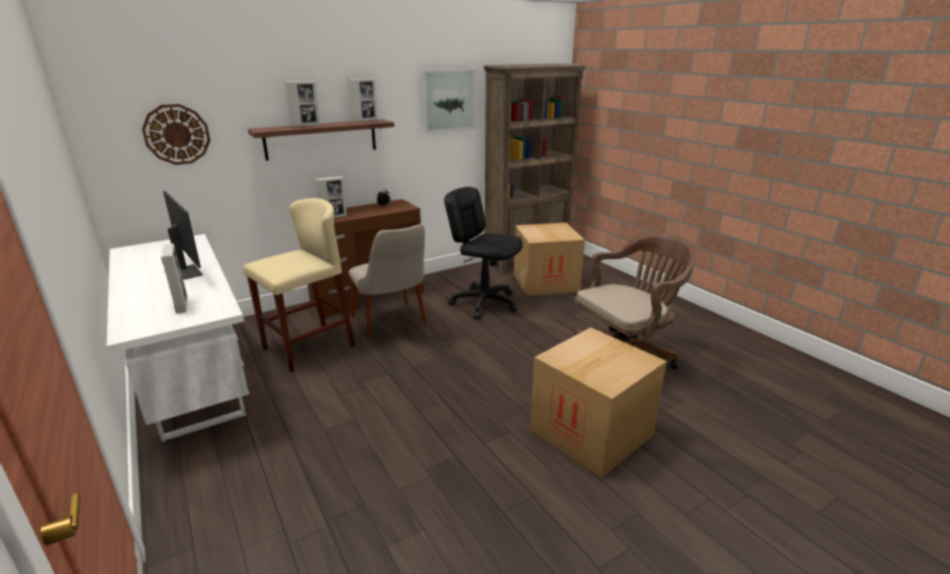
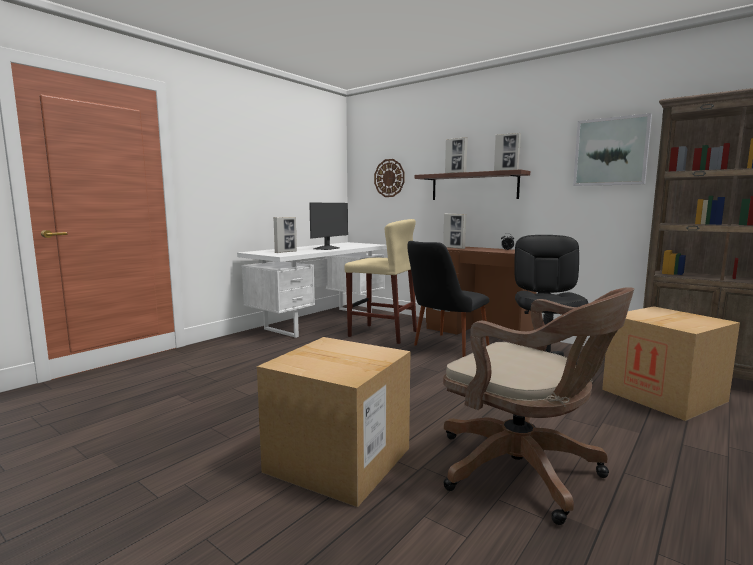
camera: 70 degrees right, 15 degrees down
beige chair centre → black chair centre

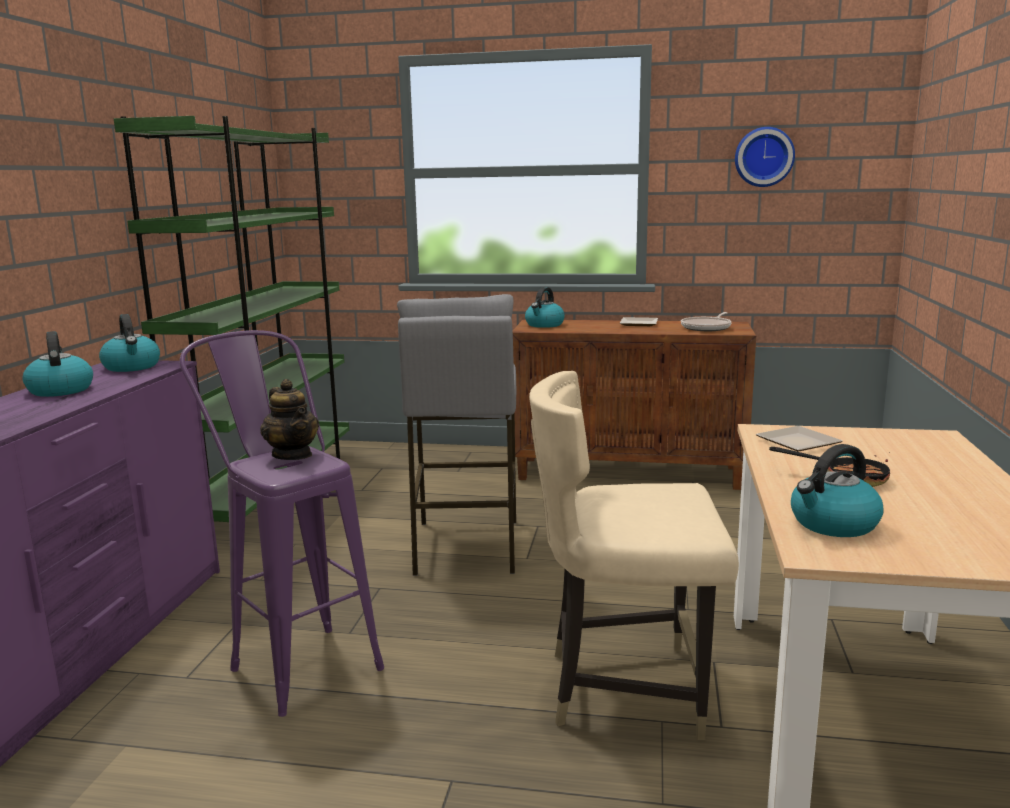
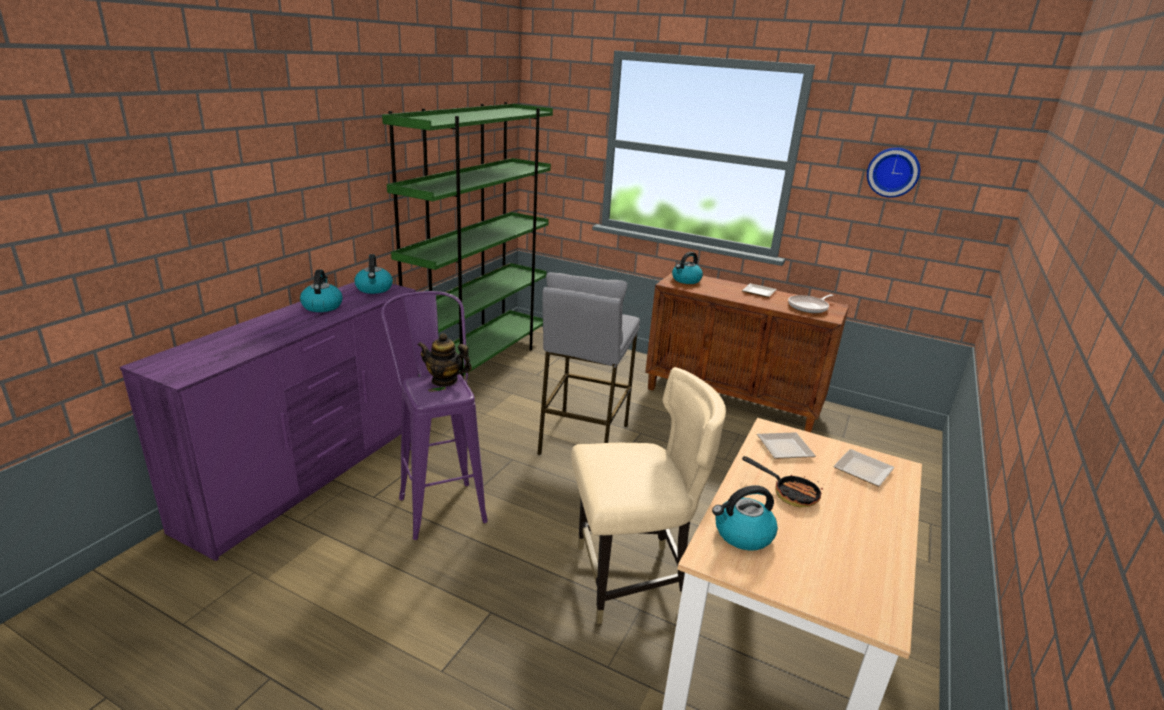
camera: 15 degrees right, 10 degrees up
teapot middle left → teapot centre, 120 degrees clockwise
beige chair bottom centre, 150 degrees clockwise
- → plate (no. 3 from left) middle right

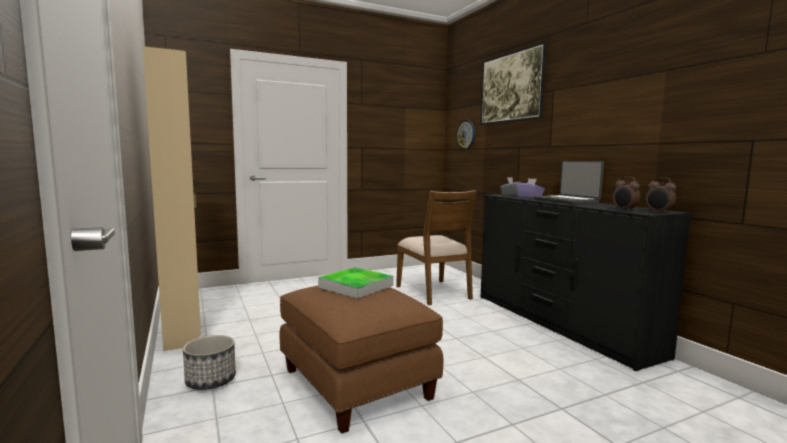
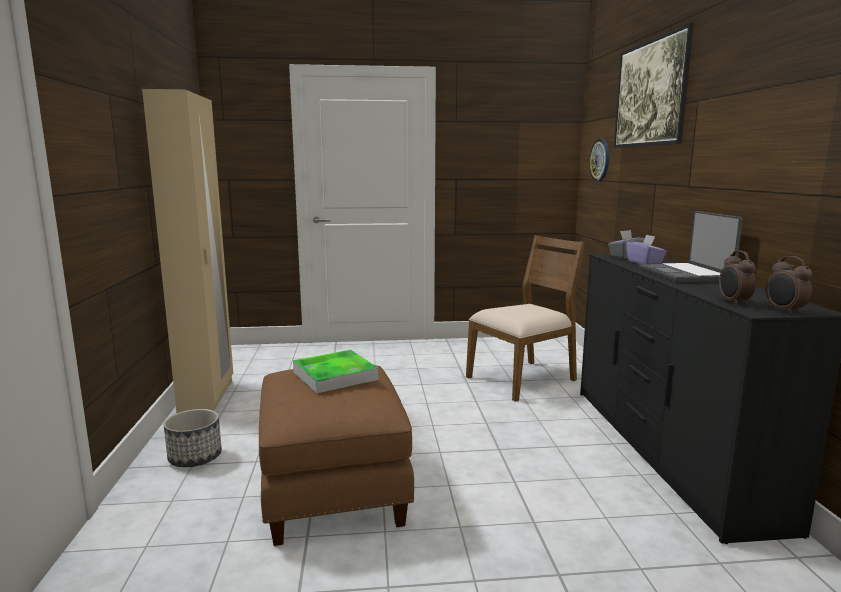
camera: 20 degrees right, 5 degrees up
brown chair centre, 120 degrees counterclockwise

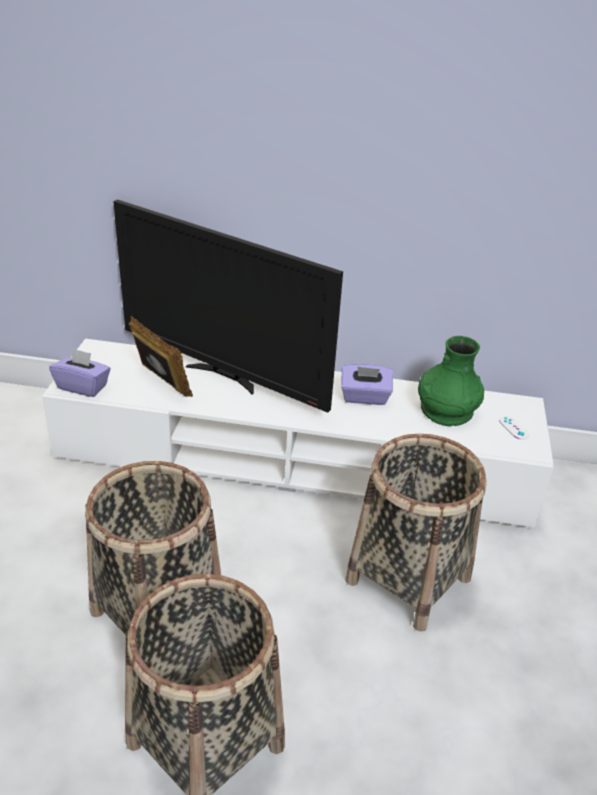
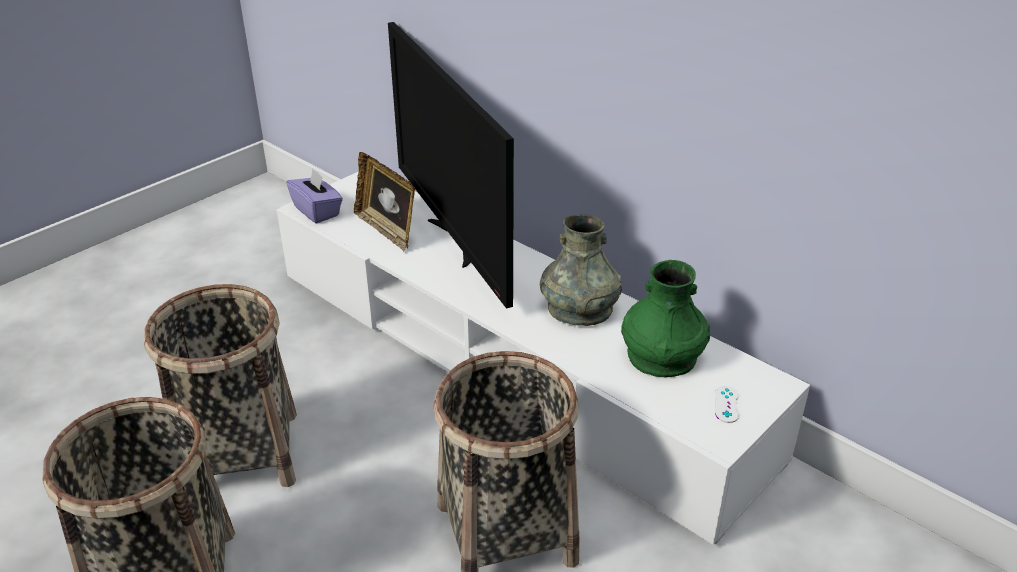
camera: 35 degrees right, 0 degrees up
picture frame middle left → picture frame centre, 150 degrees clockwise
purple tissue box (no. 2 from left) centre → grey vase centre

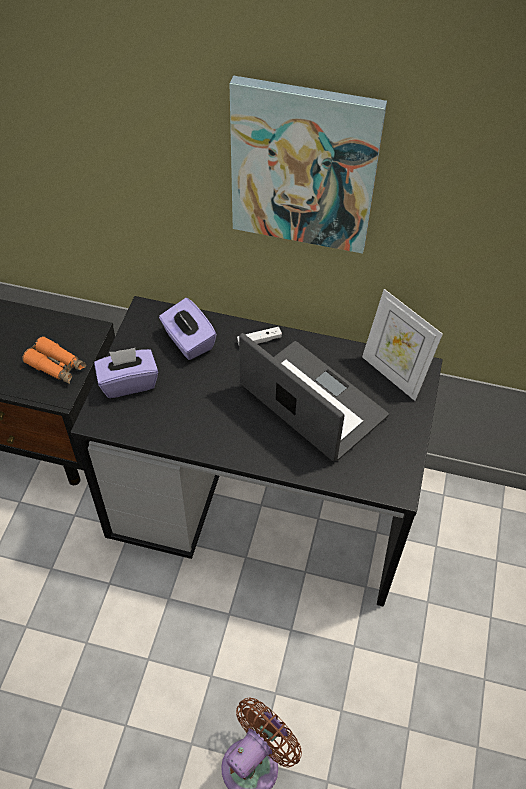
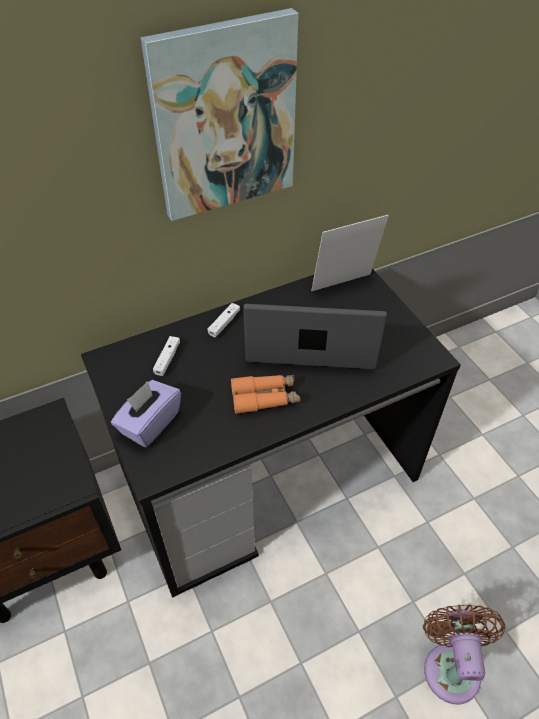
camera: 40 degrees left, 5 degrees down
orange binoculars middle left → orange binoculars centre, relocated
purple tissue box (no. 2 from left) centre → white game controller (no. 1 from left) middle left
picture frame middle right → picture frame centre, 150 degrees clockwise

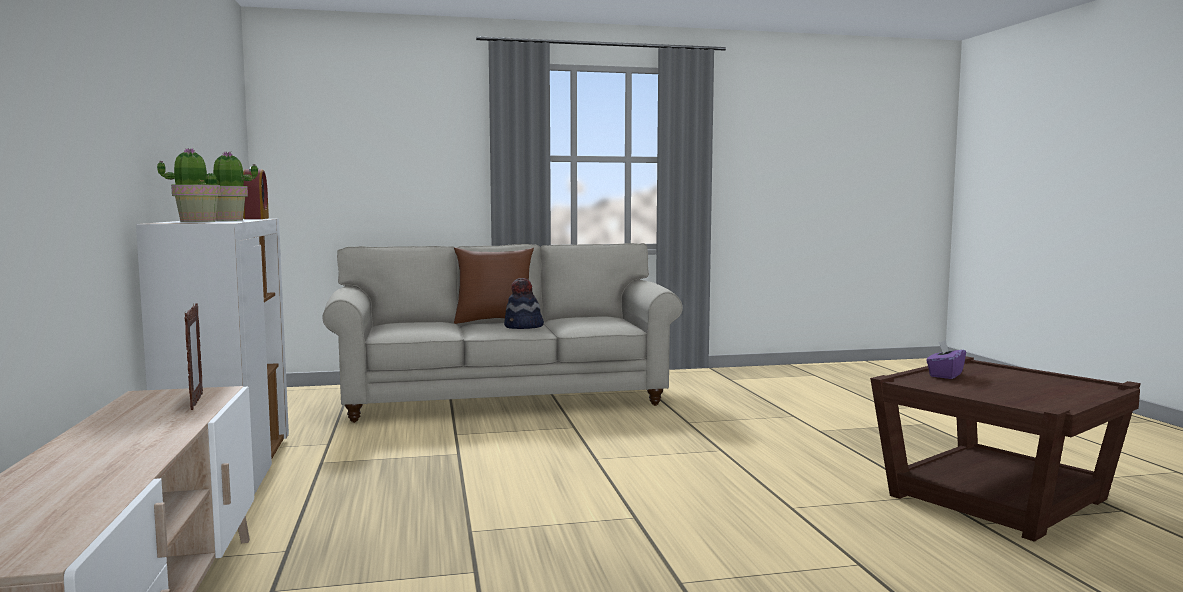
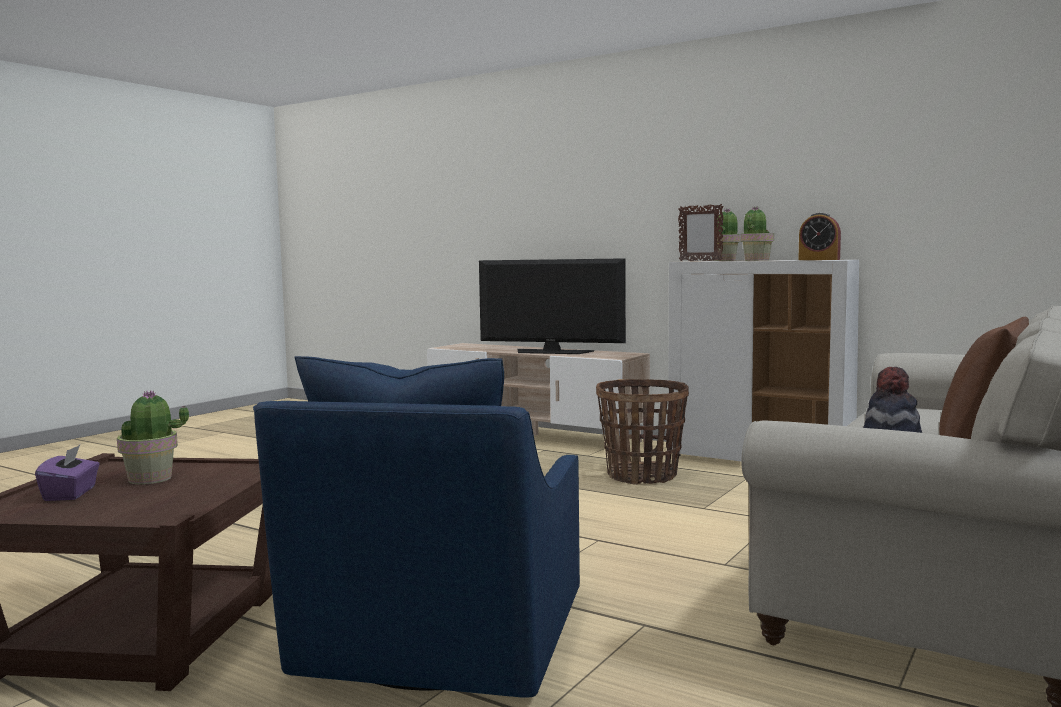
camera: 135 degrees right, 0 degrees up
picture frame middle left → picture frame top centre, relocated
purple tissue box middle right → purple tissue box bottom left, relocated
- → potted plant (no. 1 from left) middle left
- → blue armchair bottom centre
- → television centre
- → basket centre

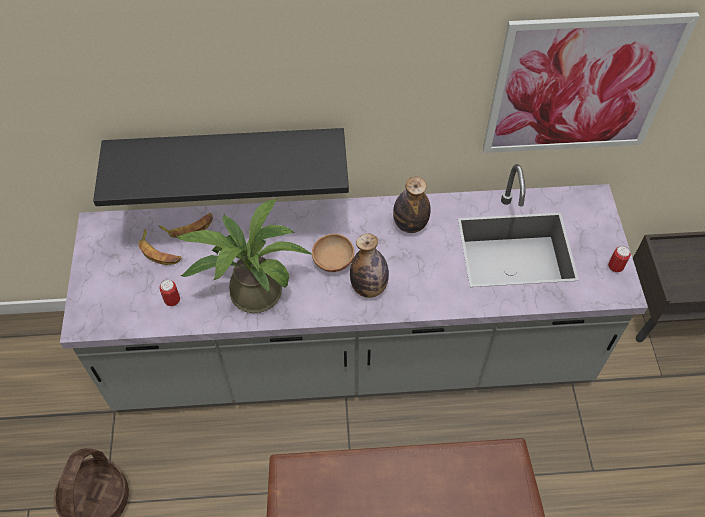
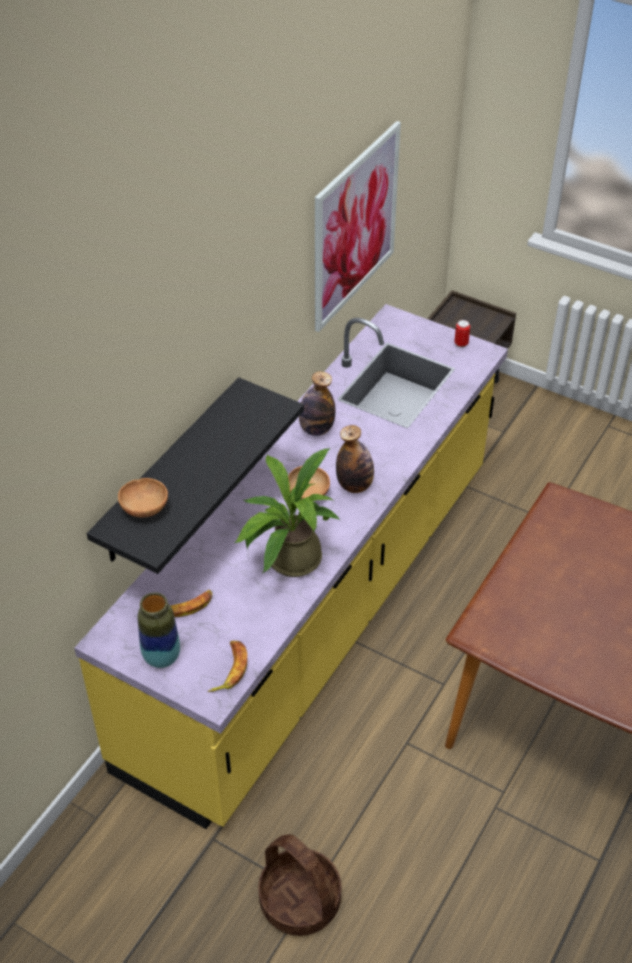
camera: 55 degrees left, 10 degrees down
grey counter centre → yellow counter centre
banana (no. 2 from left) middle left → banana (no. 2 from left) bottom centre, relocated
can (no. 1 from left) middle left → -
- → brown bowl (no. 1 from left) middle left
- → vase middle left

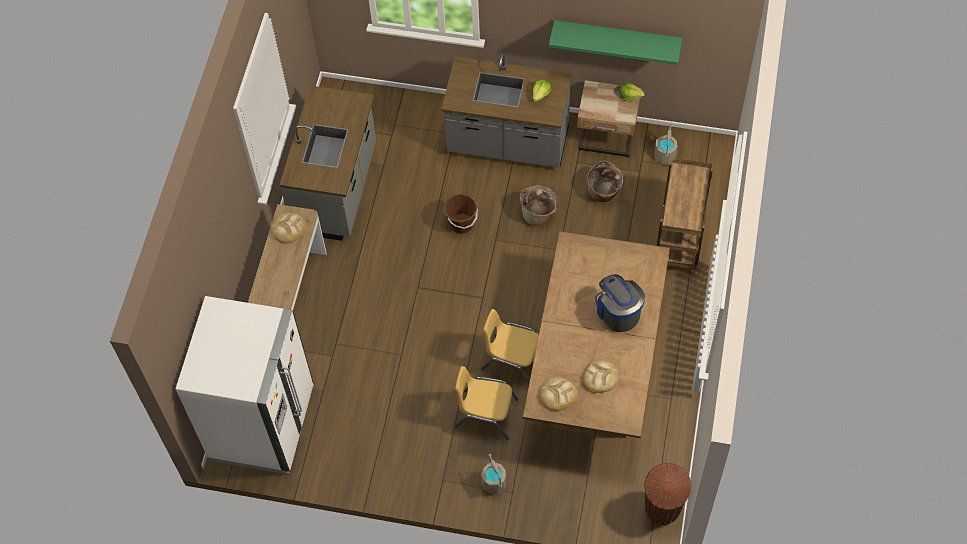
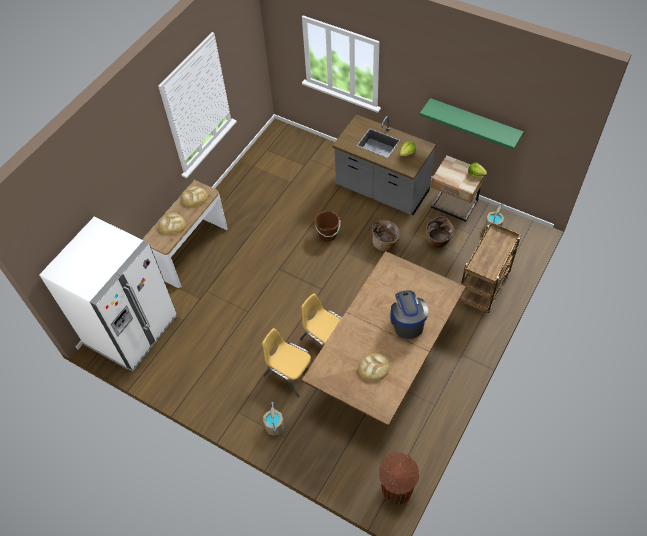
camera: 20 degrees right, 5 degrees down
grey counter (no. 1 from left) top centre → -
bread (no. 2 from left in the first image) bottom centre → bread (no. 1 from left) middle left, relocated

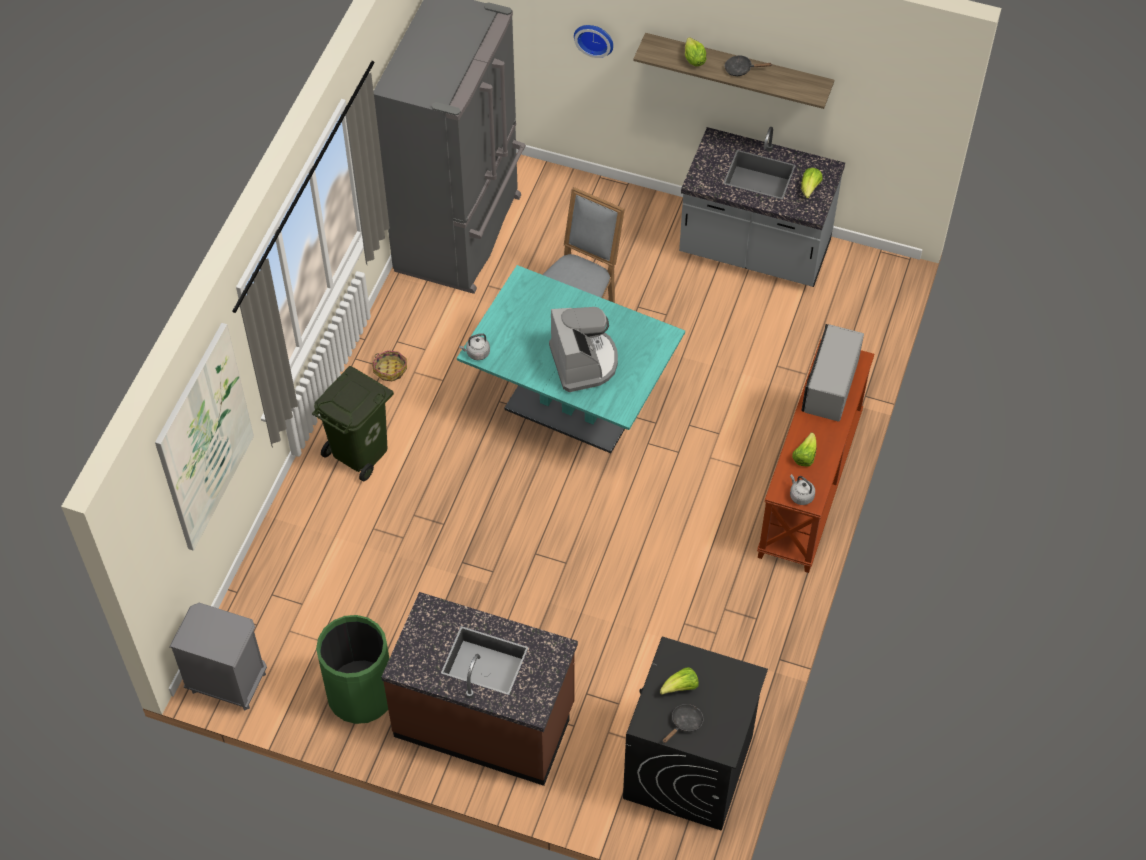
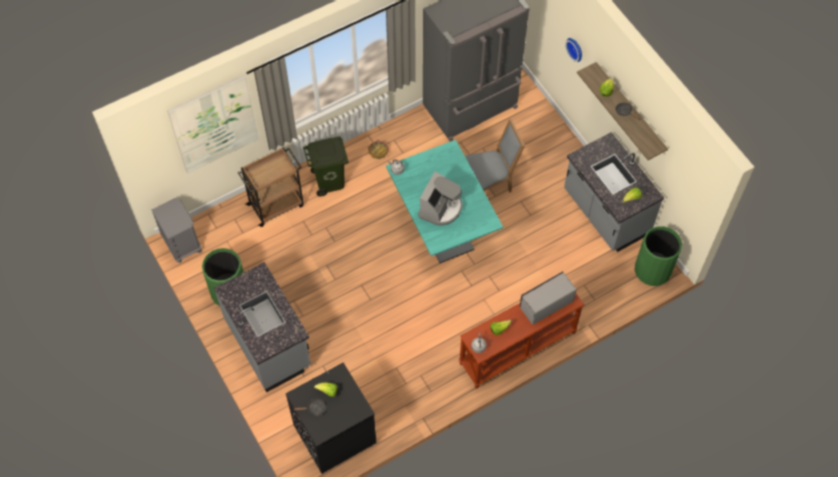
camera: 40 degrees right, 5 degrees up
brown counter bottom centre → grey counter (no. 1 from left) bottom left
- → brown cart middle left
- → green trash can (no. 3 from left) middle right

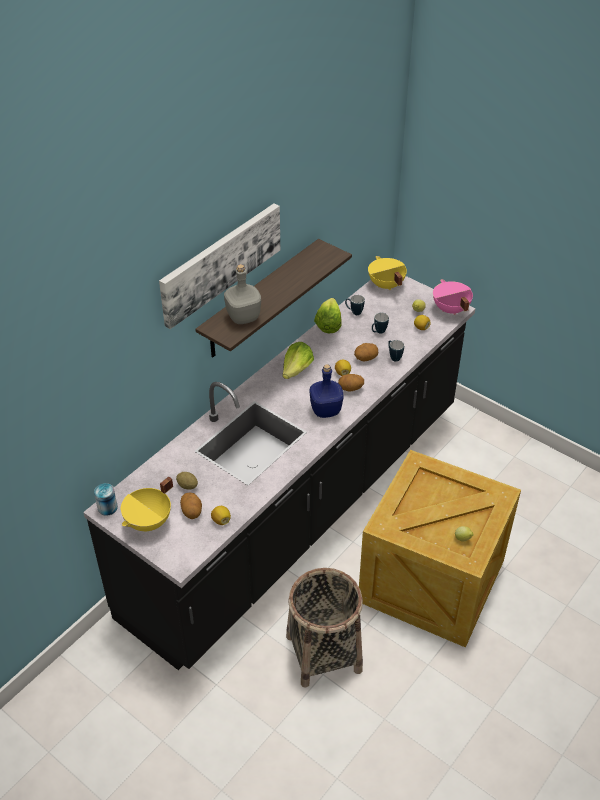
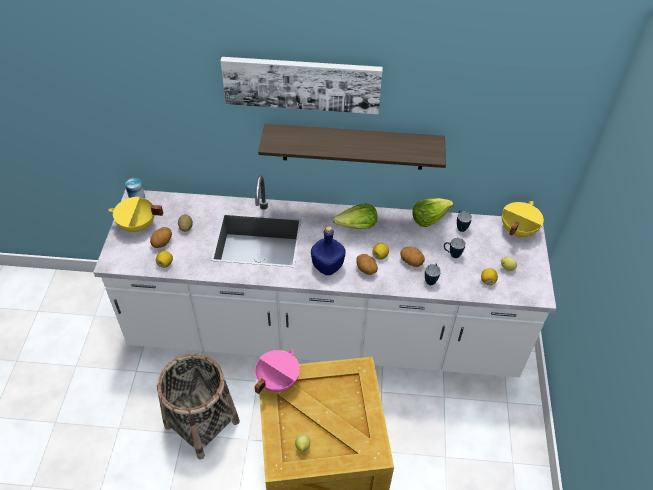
camera: 55 degrees right, 5 degrees up
black counter centre → white counter centre
grey bottle centre → -
pink cooking pot middle right → pink cooking pot bottom centre, relocated

